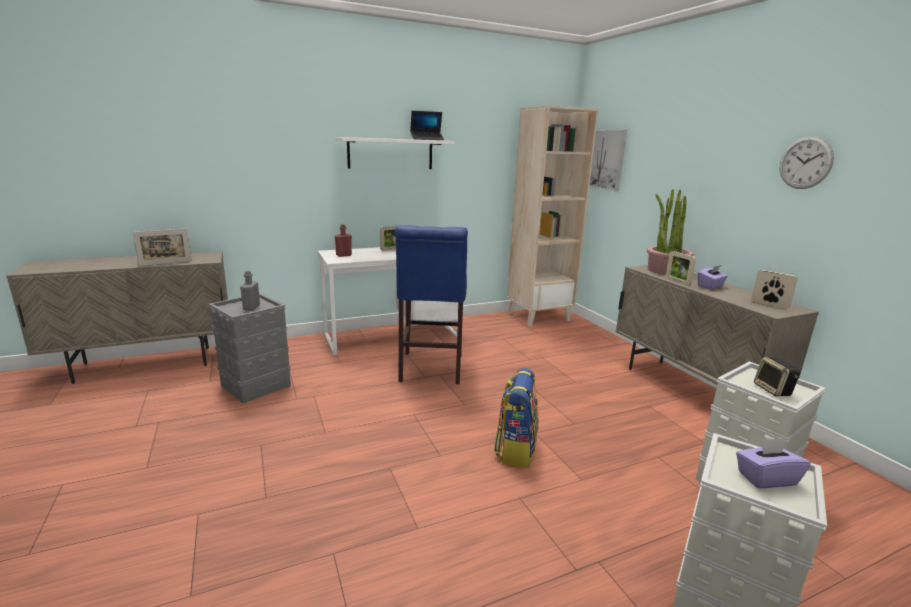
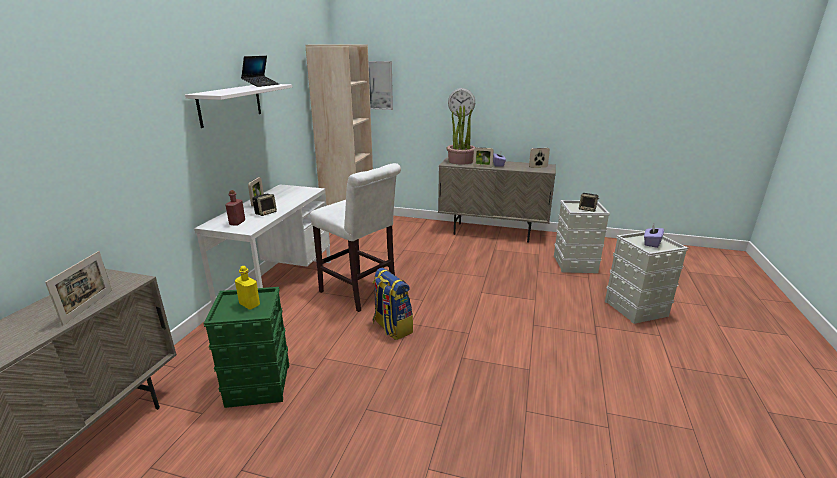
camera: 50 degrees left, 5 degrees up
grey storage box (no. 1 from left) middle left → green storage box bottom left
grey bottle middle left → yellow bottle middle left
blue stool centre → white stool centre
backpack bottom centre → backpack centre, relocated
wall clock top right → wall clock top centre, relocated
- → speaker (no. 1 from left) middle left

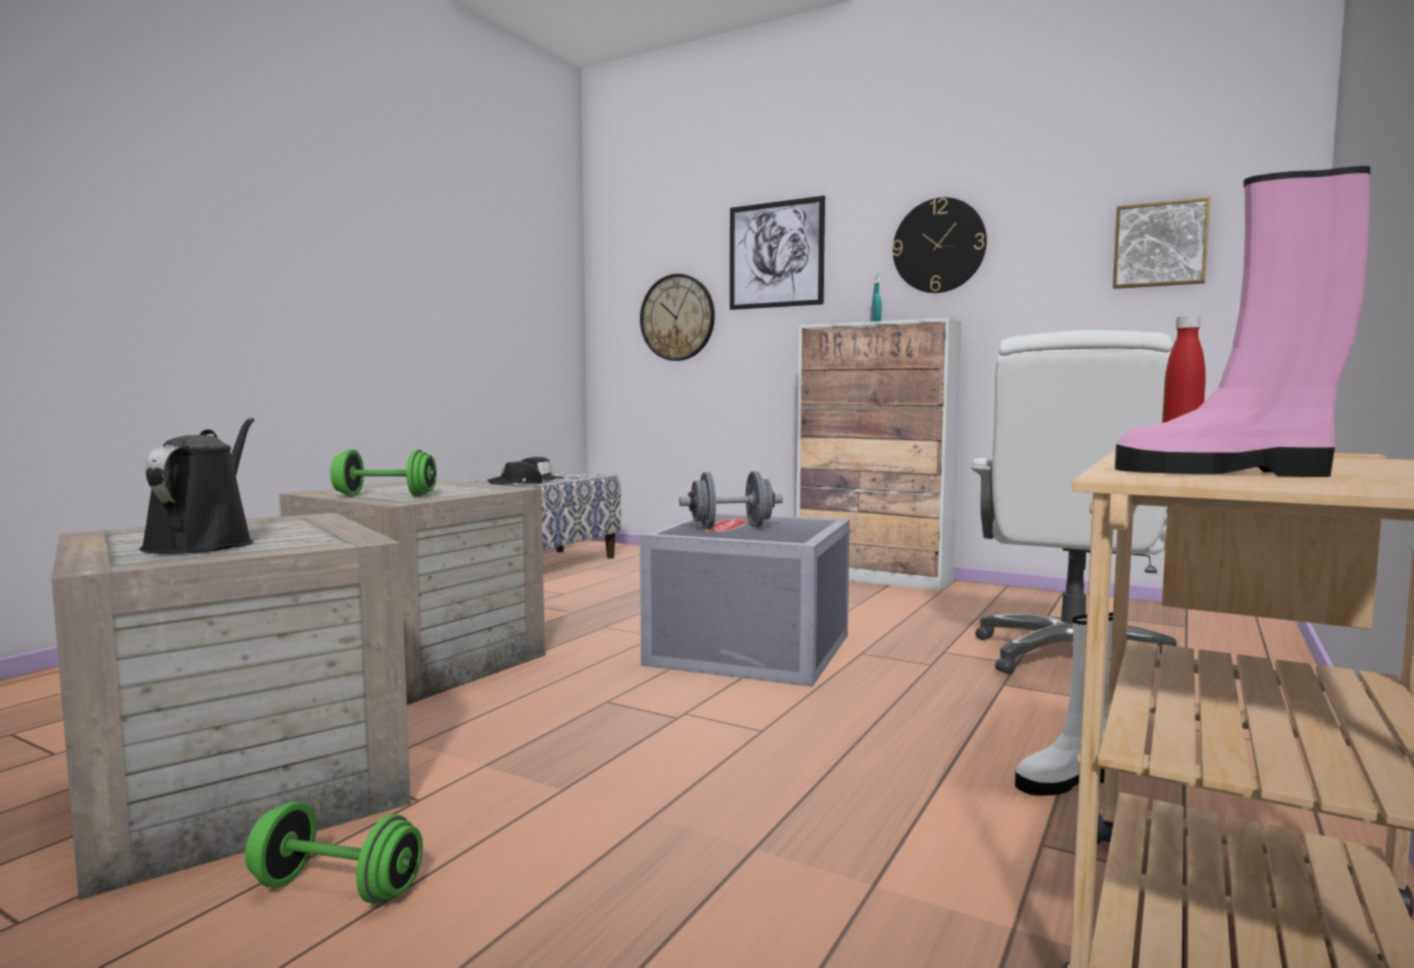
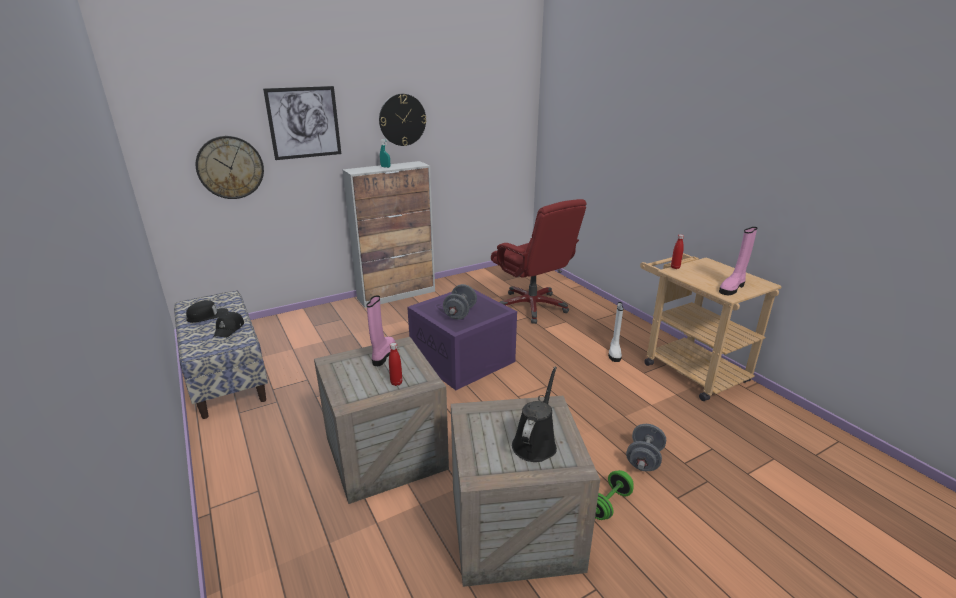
camera: 60 degrees left, 20 degrees up
black watering can middle left → black watering can bottom centre, 90 degrees clockwise
green dumbbell (no. 2 from left) middle left → red bottle (no. 1 from left) centre
grey storage box centre → purple storage box centre
white office chair middle right → red office chair centre
picture (no. 2 from left) top right → -
- → pink boot (no. 1 from left) centre
- → grey dumbbell (no. 2 from left) bottom right

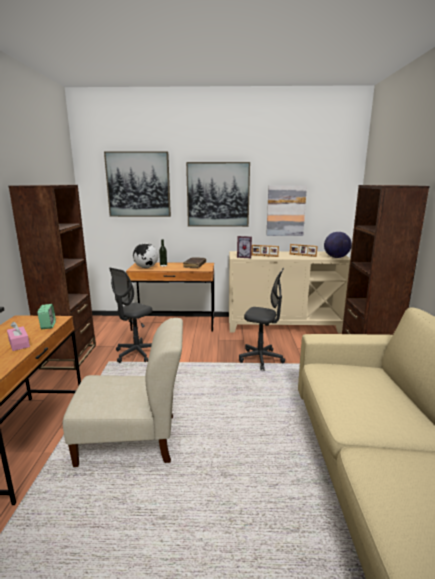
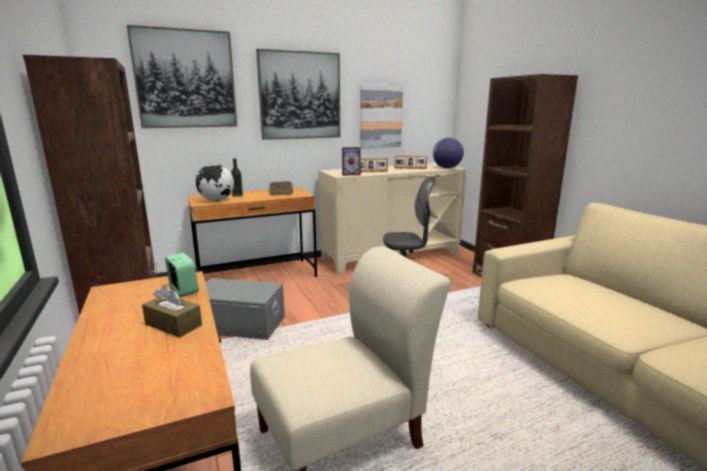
camera: 25 degrees left, 0 degrees up
pink tissue box middle left → brown tissue box middle left
grey office chair (no. 1 from left) middle left → grey storage box centre

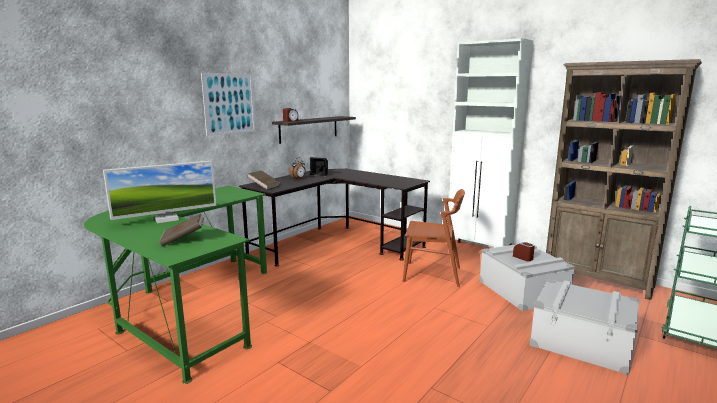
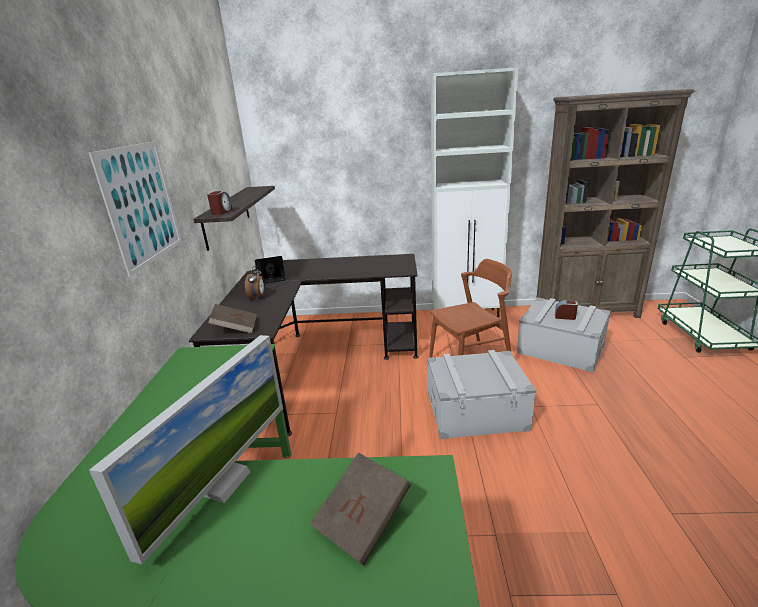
camera: 35 degrees left, 10 degrees up
grey storage box (no. 2 from left in the first image) bottom right → grey storage box (no. 1 from left) centre, relocated

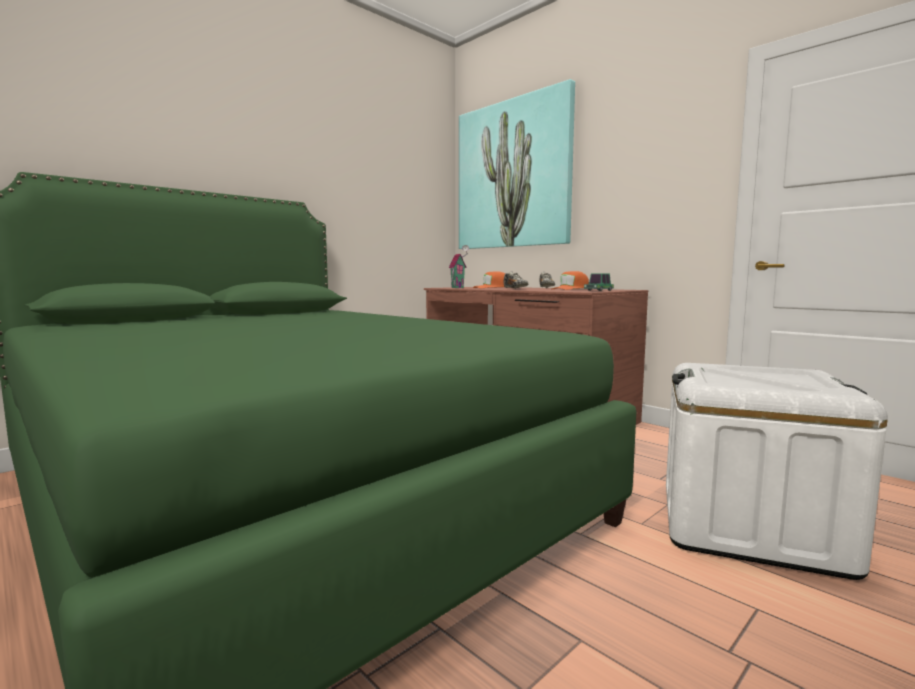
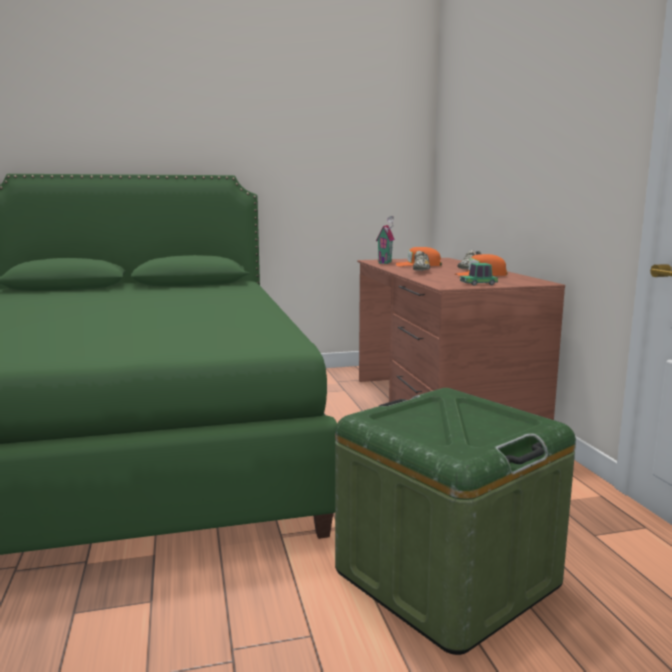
camera: 30 degrees right, 5 degrees up
picture top centre → -
white storage box bottom right → green storage box bottom right

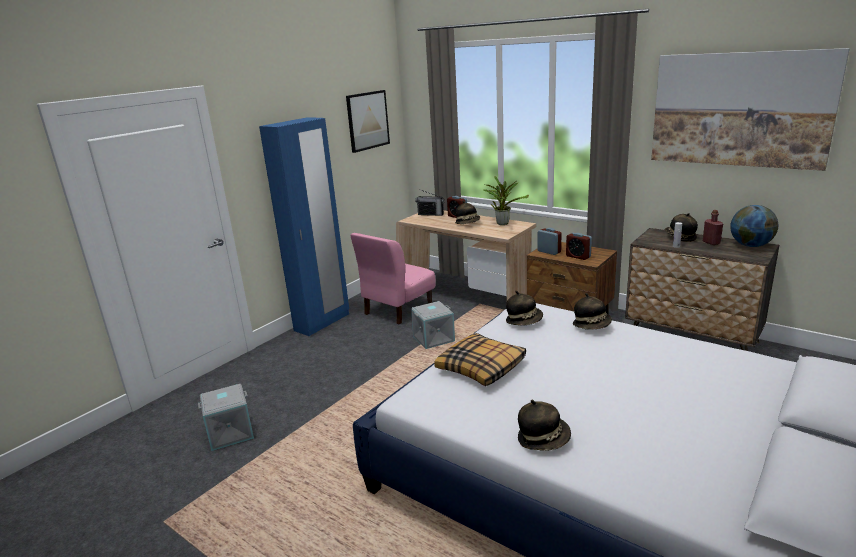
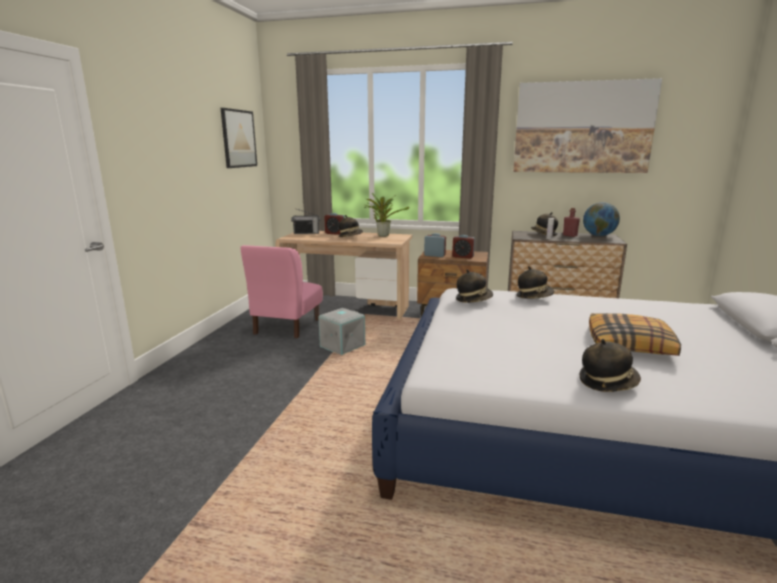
camera: 25 degrees left, 5 degrees down
grey storage box (no. 1 from left) bottom left → -
blue wardrobe centre → -
pillow centre → pillow middle right, relocated

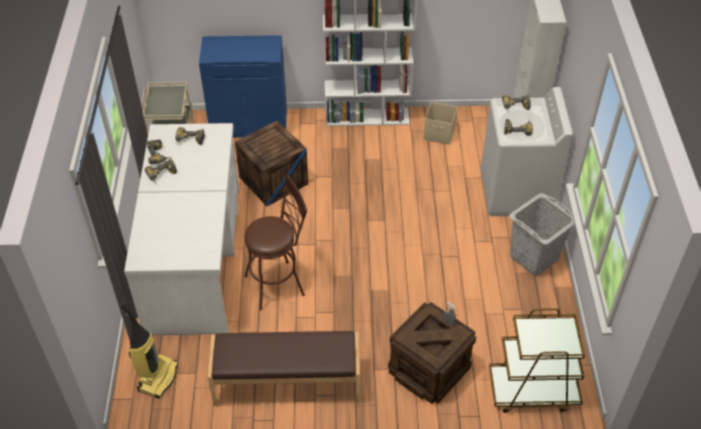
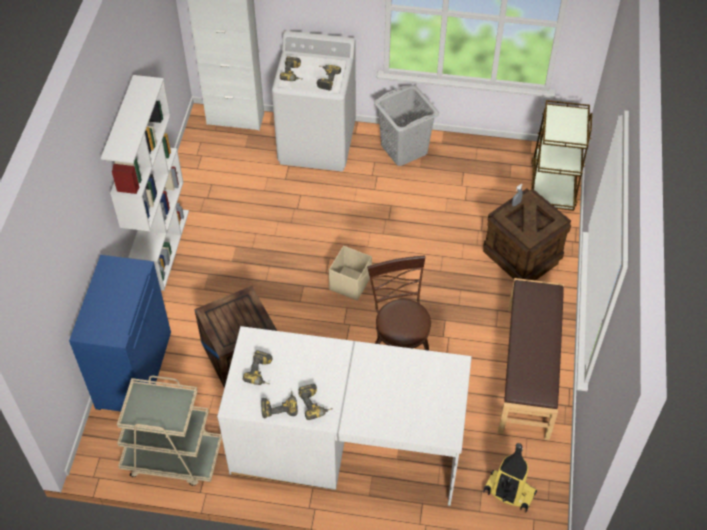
camera: 80 degrees left, 5 degrees up
beige storage box top centre → beige storage box centre, relocated

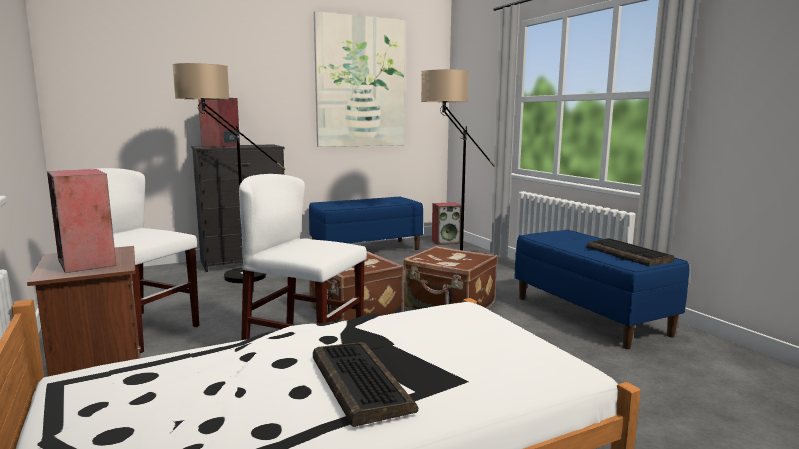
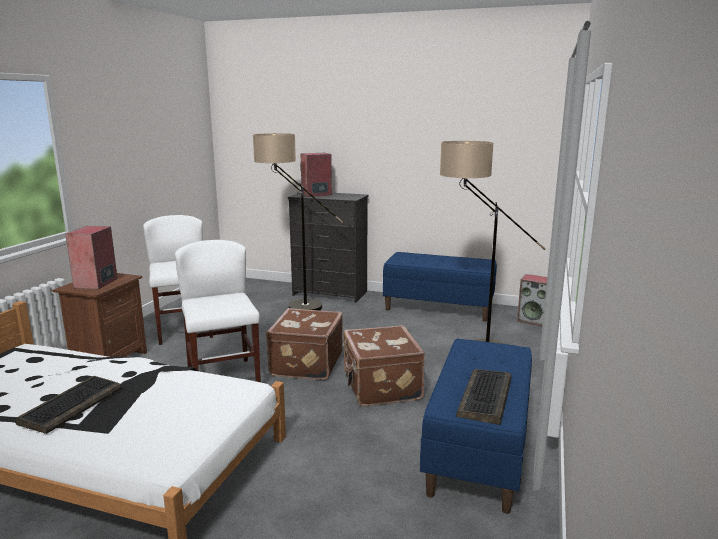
camera: 45 degrees right, 5 degrees up
picture top centre → -

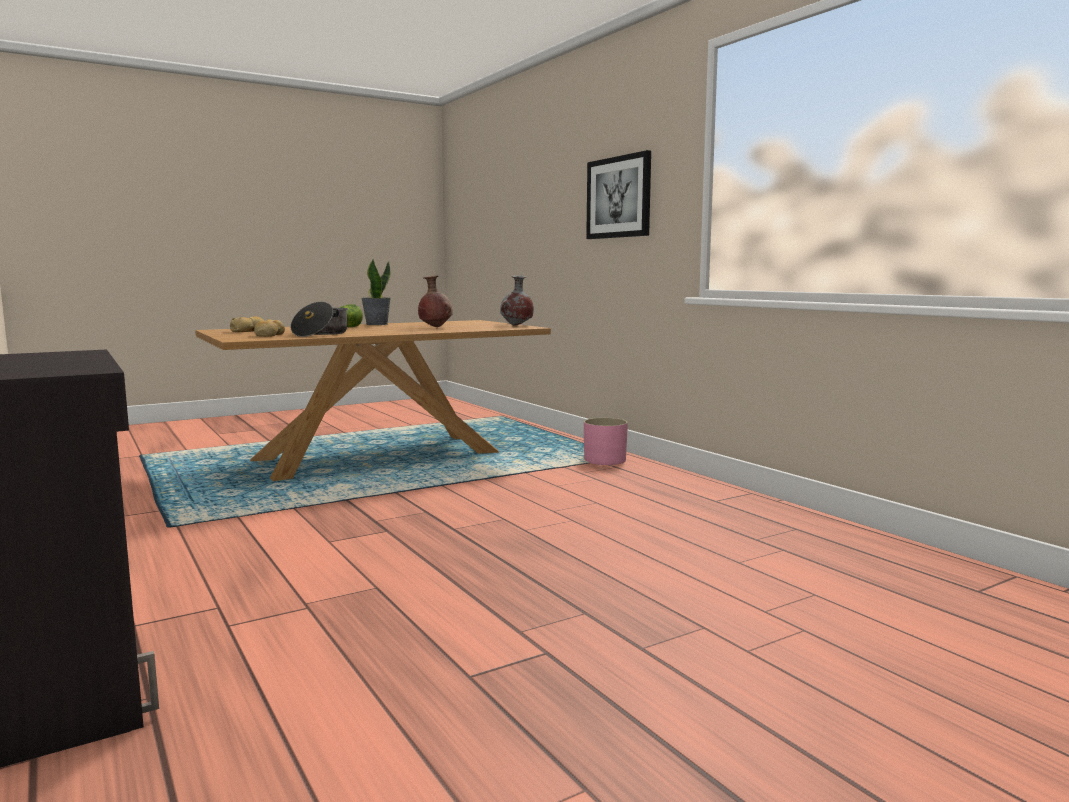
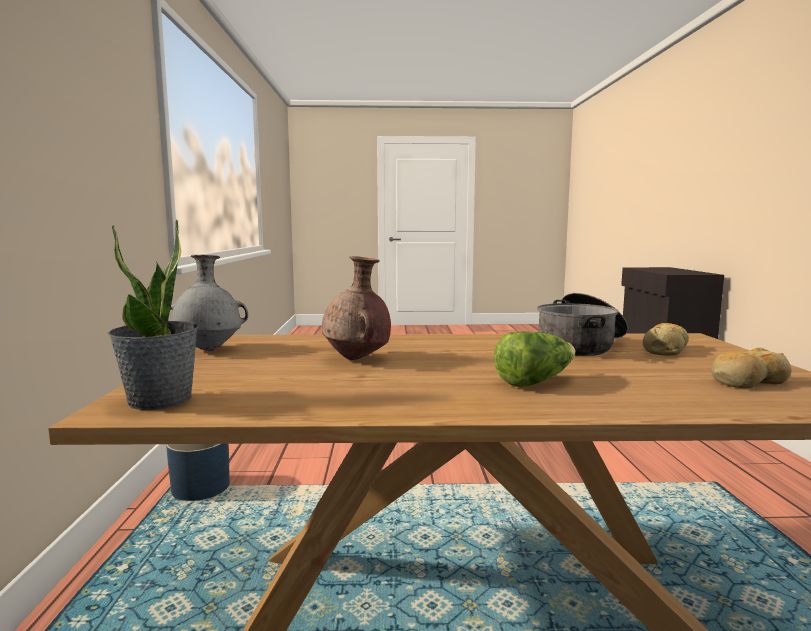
camera: 150 degrees left, 0 degrees up
potted plant centre → potted plant middle left, relocated
pink planter centre → blue planter bottom left
picture top centre → -

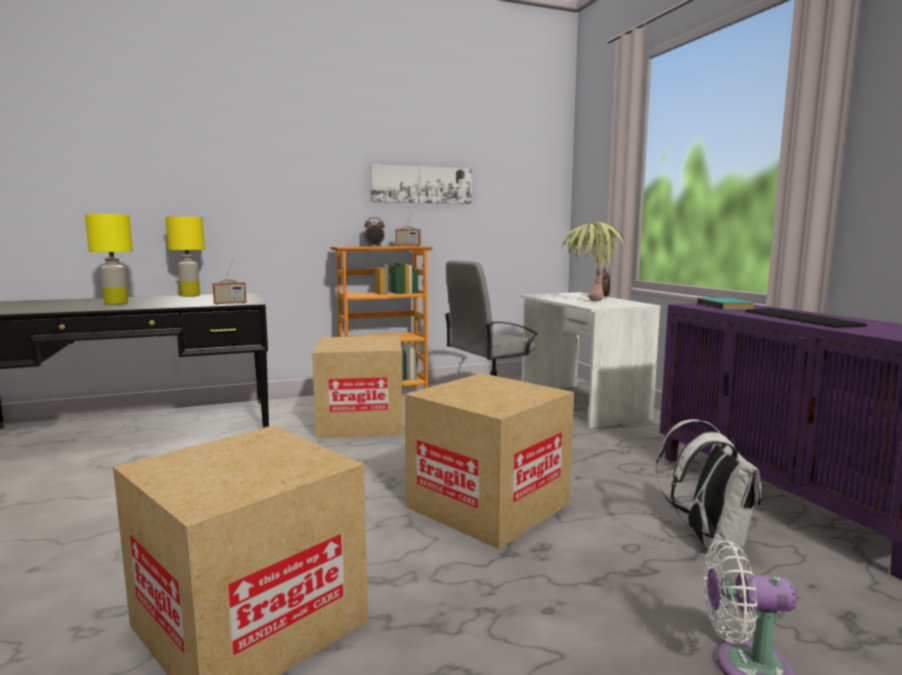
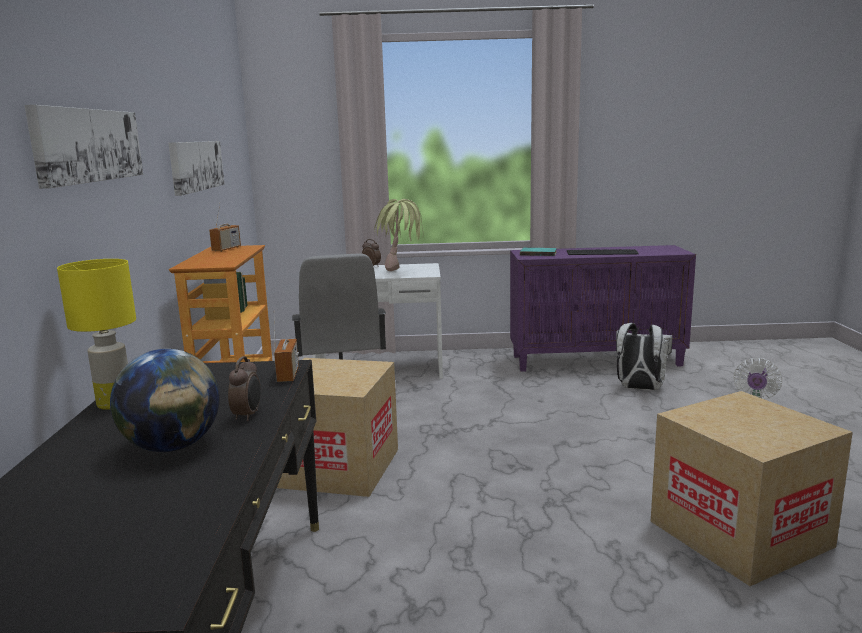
camera: 70 degrees left, 5 degrees up
yellow table lamp (no. 1 from left) middle left → globe middle left
alarm clock (no. 1 from left) centre → alarm clock (no. 1 from left) middle left, relocated
cardboard box (no. 3 from left) bottom centre → -
- → picture (no. 1 from left) top left

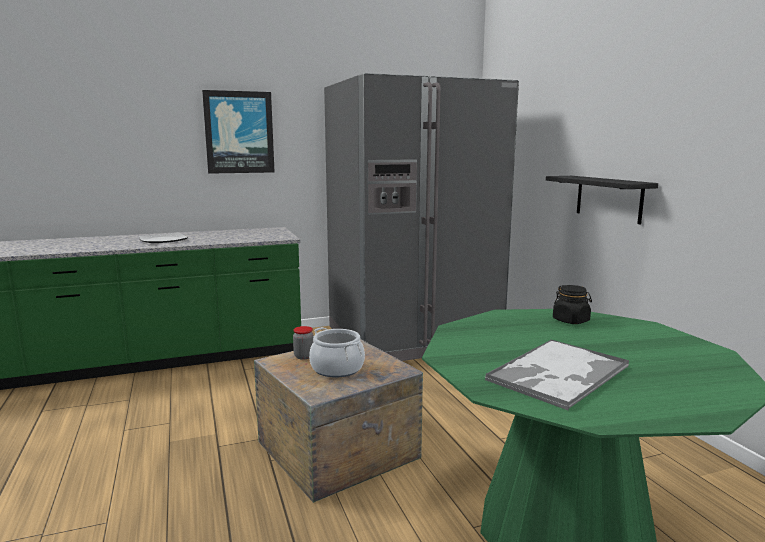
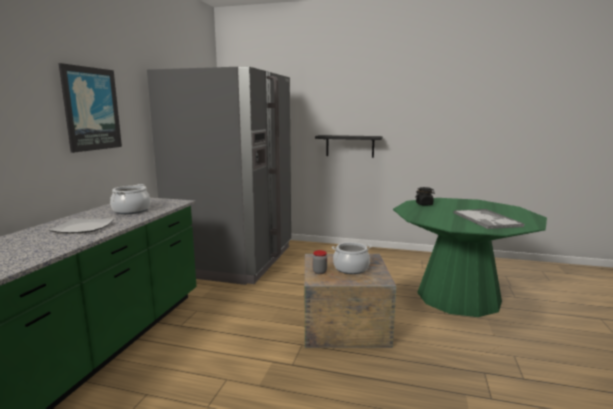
camera: 55 degrees left, 0 degrees up
- → cooking pot (no. 1 from left) middle left

